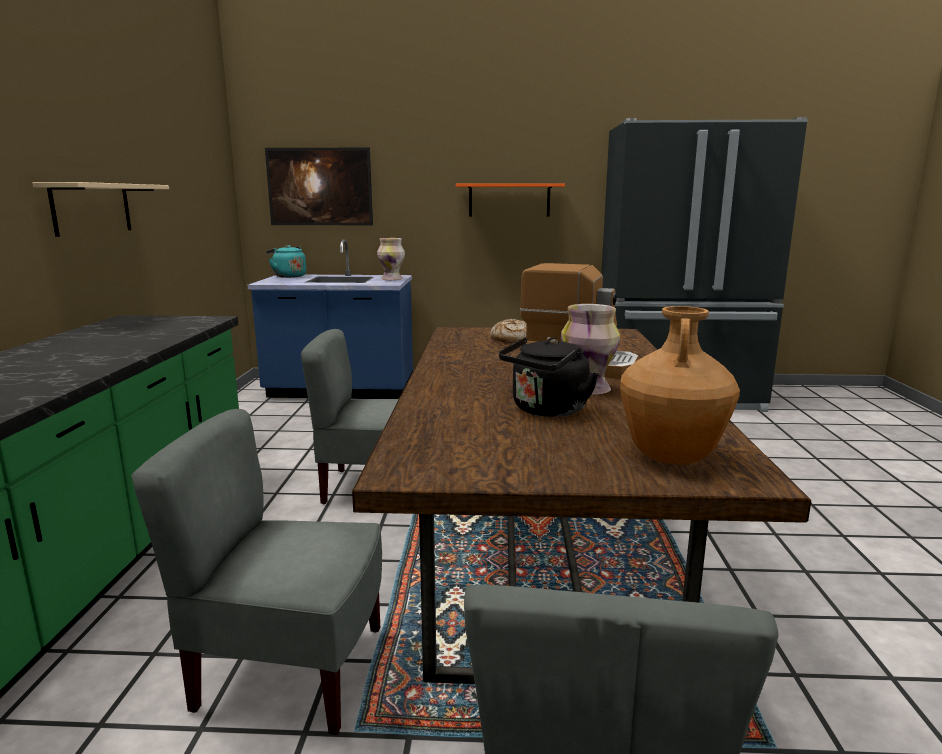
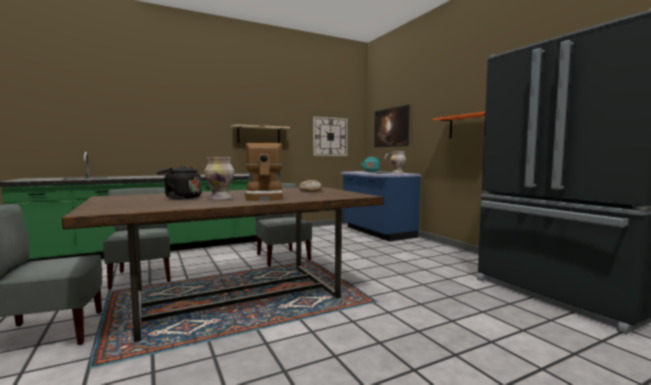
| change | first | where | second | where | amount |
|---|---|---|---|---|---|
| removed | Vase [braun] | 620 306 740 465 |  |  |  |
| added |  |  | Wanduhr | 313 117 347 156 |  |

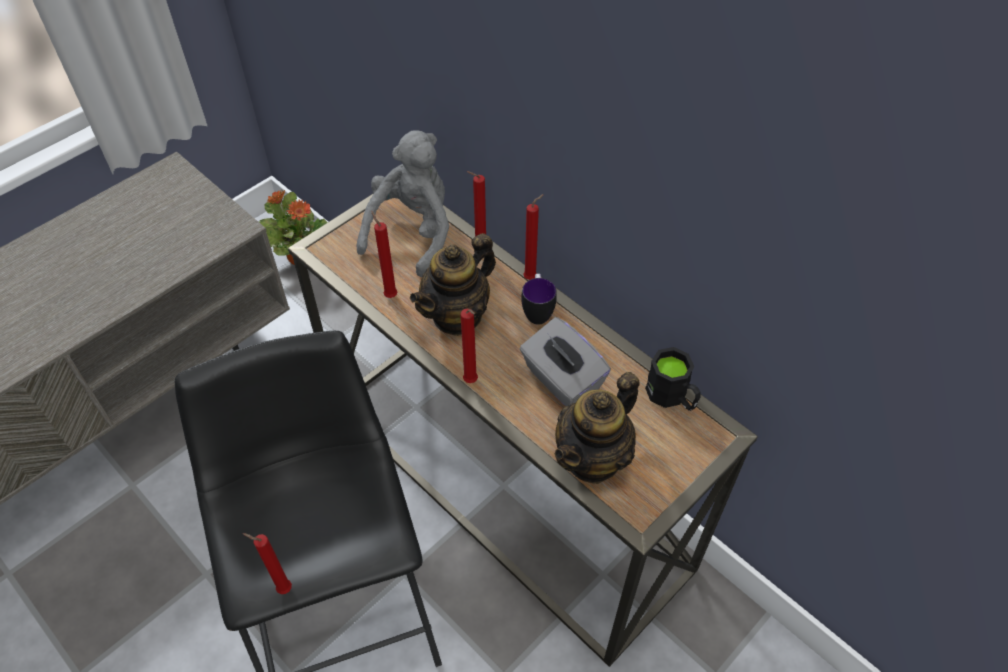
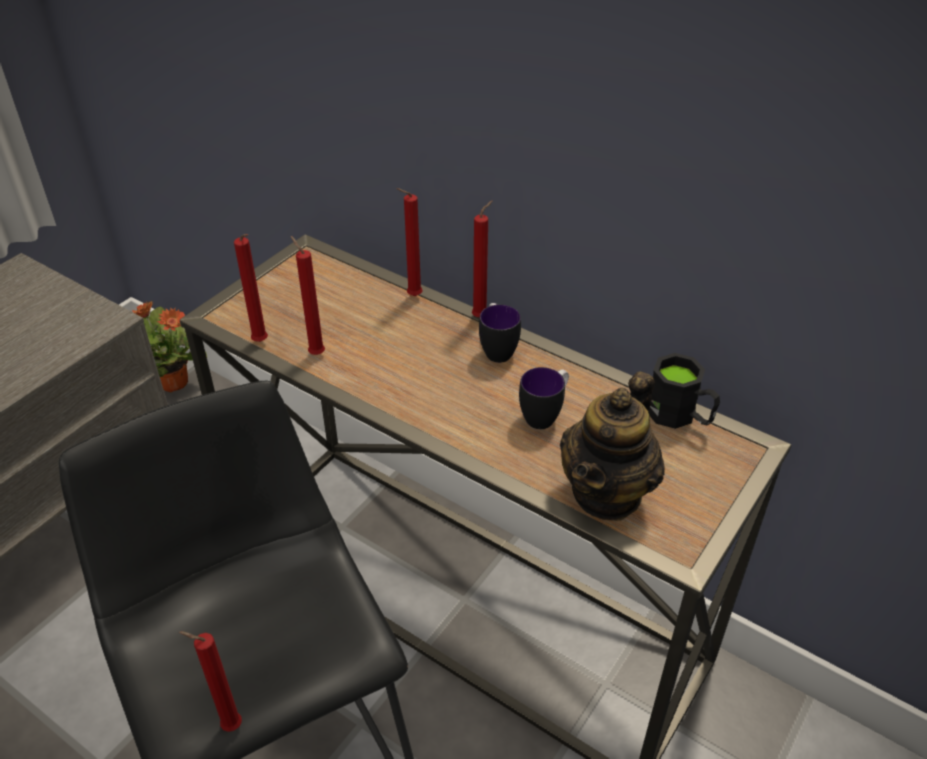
| change | first | where | second | where | amount |
|---|---|---|---|---|---|
| removed | Plüschtier [grau] | 357 130 449 277 |  |  |  |
| removed | Teekanne | 410 233 496 336 |  |  |  |
| moved | Kerze [rot] | 460 309 478 383 |  | 234 234 268 342 |  |
| replaced | Taschentuchbox [grau] | 520 317 611 406 | Henkelbecher | 519 367 569 429 |  |

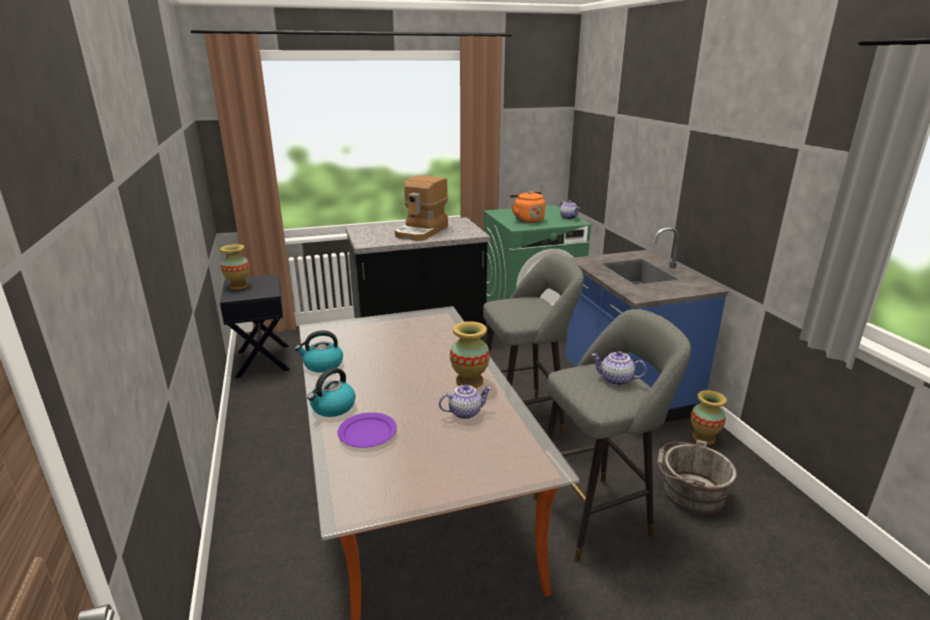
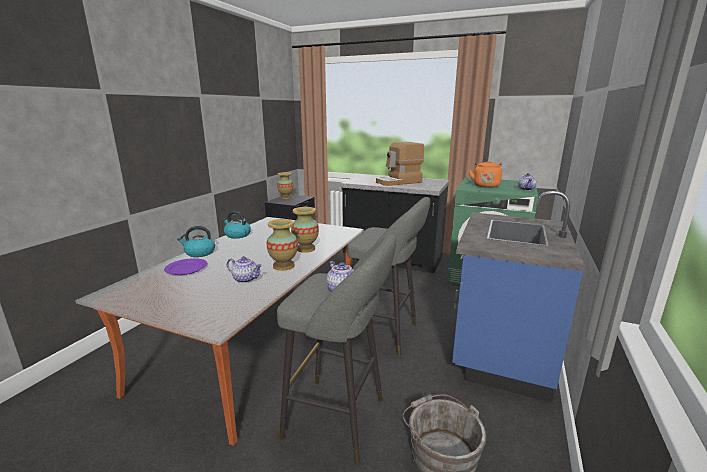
| change | first | where | second | where | amount |
|---|---|---|---|---|---|
| moved | Vase | 691 390 727 445 |  | 291 207 319 253 |  |

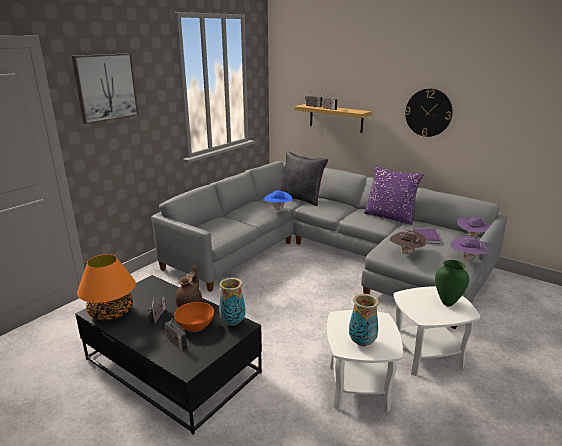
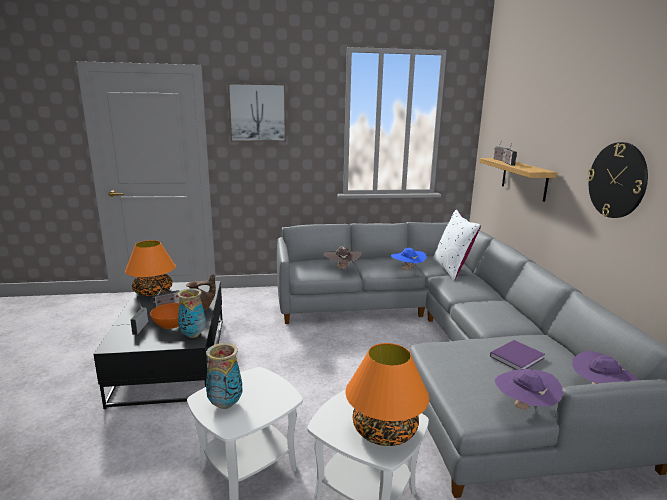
| change | first | where | second | where | amount |
|---|---|---|---|---|---|
| recoloured | Kissen [schwarz] | 279 151 328 206 | Kissen [weiß] | 433 210 481 280 |  |
| removed | Kissen [lila] | 364 165 424 225 |  |  |  |
| moved | Hut [braun] | 390 230 426 254 |  | 324 247 362 269 |  |
| replaced | Vase [grün] | 435 260 469 307 | Tischlampe [orange] | 346 343 429 446 |  |

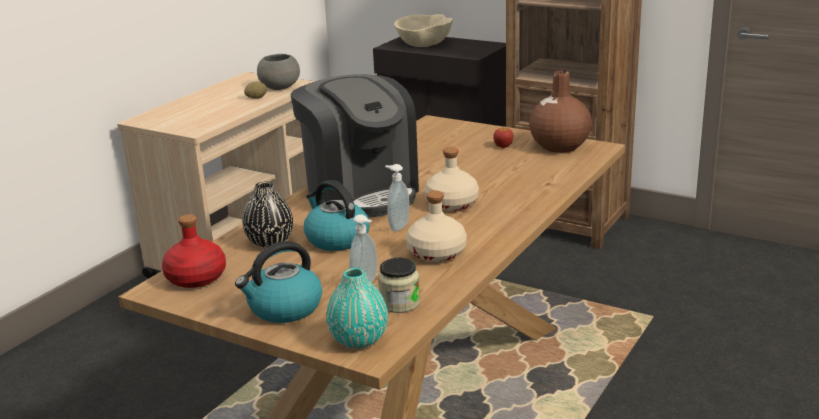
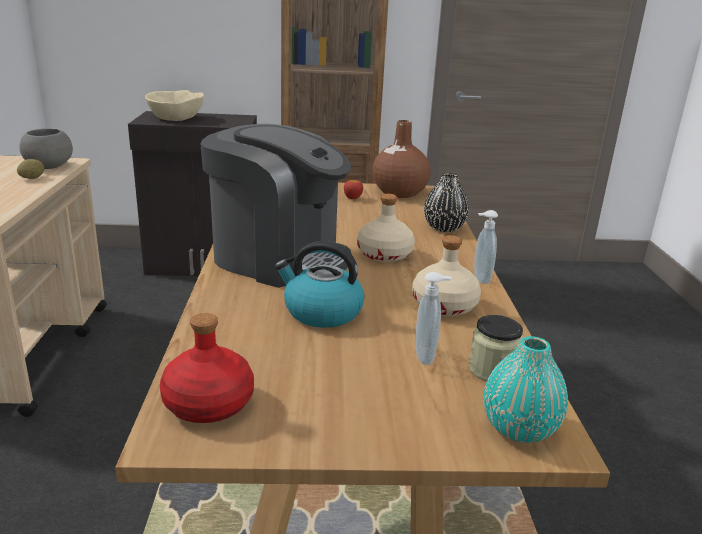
| change | first | where | second | where | amount |
|---|---|---|---|---|---|
| removed | Wasserkessel | 235 241 322 323 |  |  |  |
| moved | Vase [schwarz] | 242 182 293 248 |  | 424 173 469 232 |  |
| moved | Seifenspender | 385 164 409 231 |  | 474 210 498 284 |  |

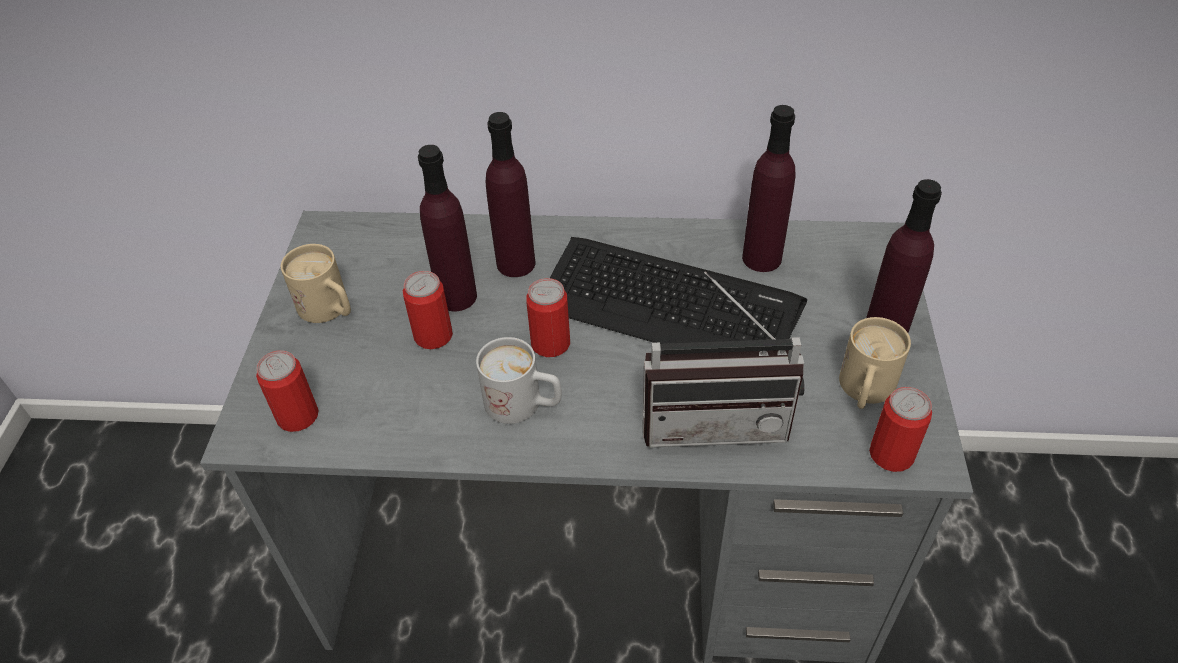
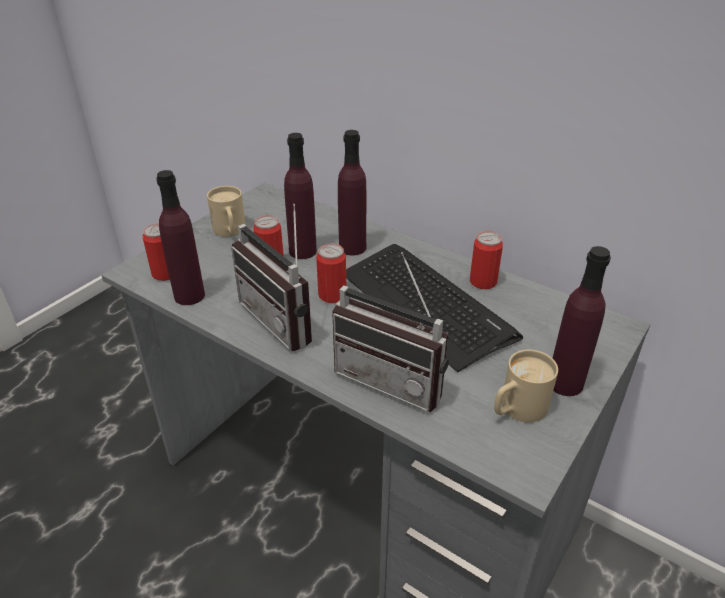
| change | first | where | second | where | amount |
|---|---|---|---|---|---|
| replaced | Henkelbecher [weiß] | 476 337 562 424 | Radio | 231 204 312 351 |  |
| moved | Flasche [lila] | 742 105 795 272 |  | 156 170 205 305 |  |
| moved | Dose | 869 387 932 472 |  | 470 231 503 289 |  |

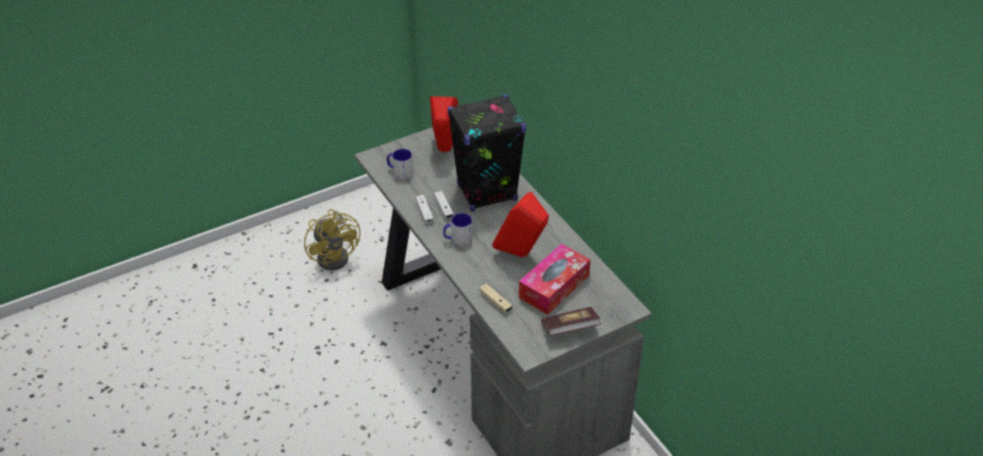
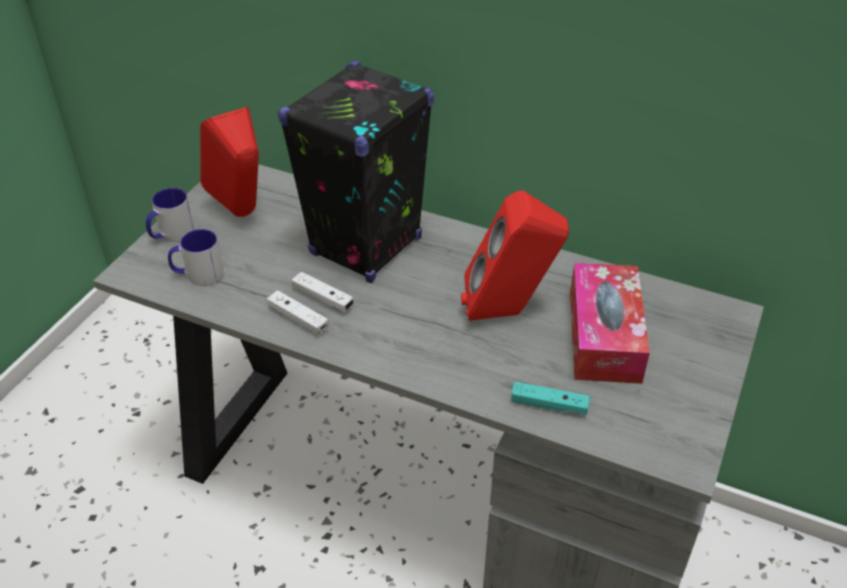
| change | first | where | second | where | amount |
|---|---|---|---|---|---|
| removed | Ventilator [gelb] | 304 209 360 271 |  |  |  |
| moved | Henkelbecher | 443 213 473 246 |  | 146 188 194 242 |  |
| recoloured | Gamepad [beige] | 479 284 512 313 | Gamepad [türkis] | 511 381 590 414 |  |
| removed | Buch | 541 307 601 336 |  |  |  |

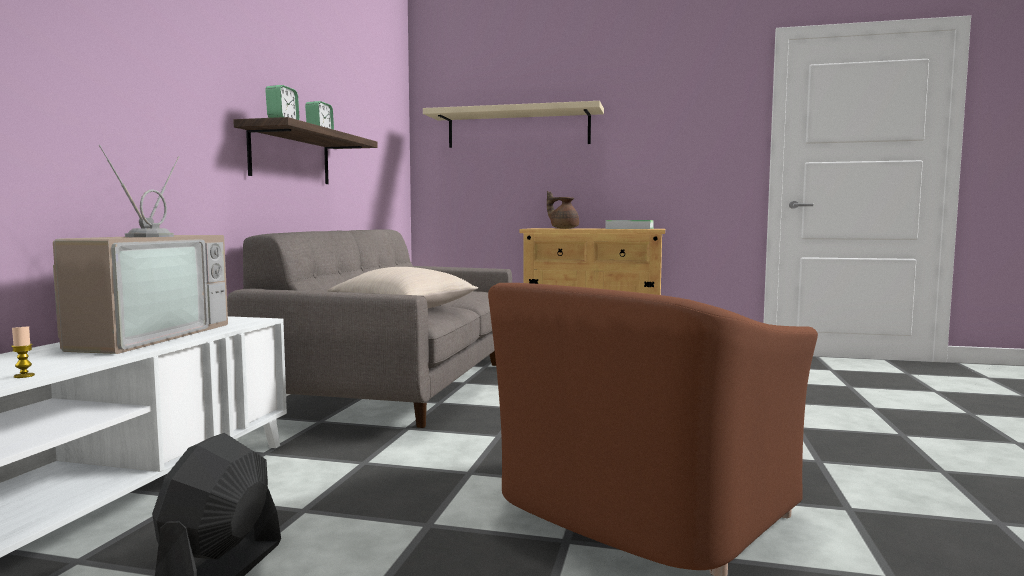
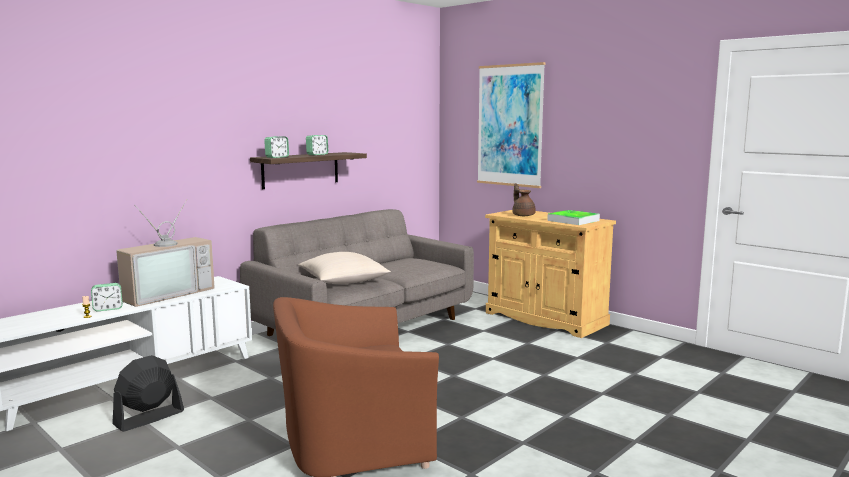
| change | first | where | second | where | amount |
|---|---|---|---|---|---|
| replaced | Wandregal [beige] | 423 101 604 148 | Bild | 477 62 545 188 |  |
| added |  |  | Wecker | 91 283 123 312 |  |

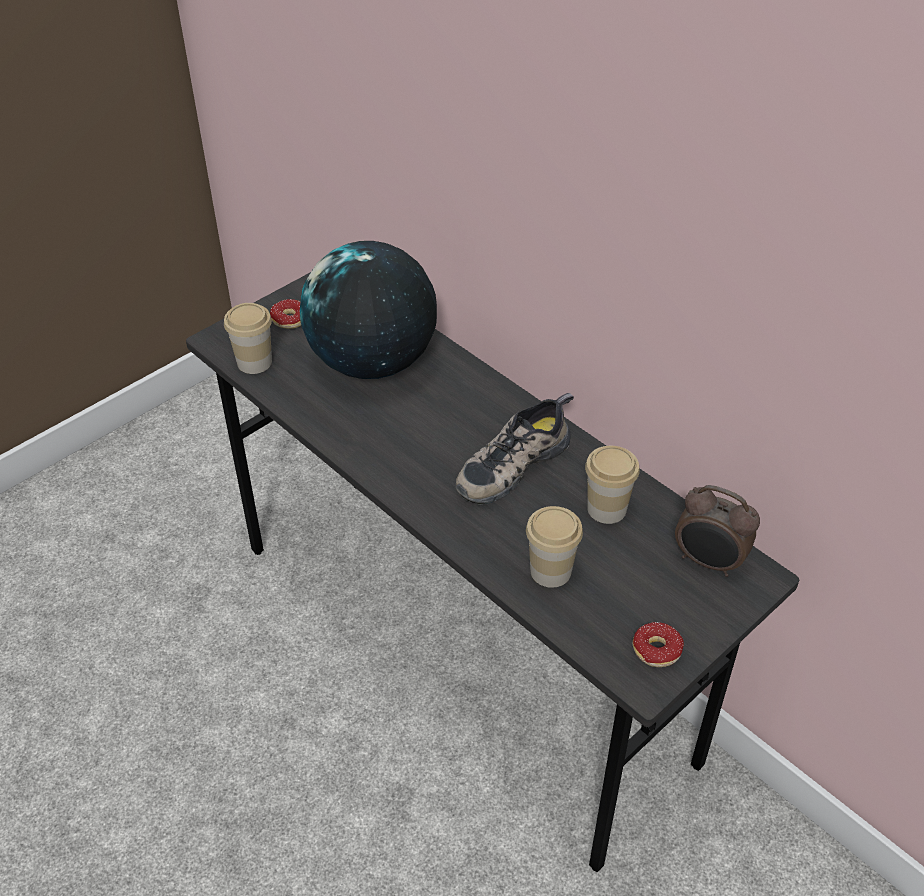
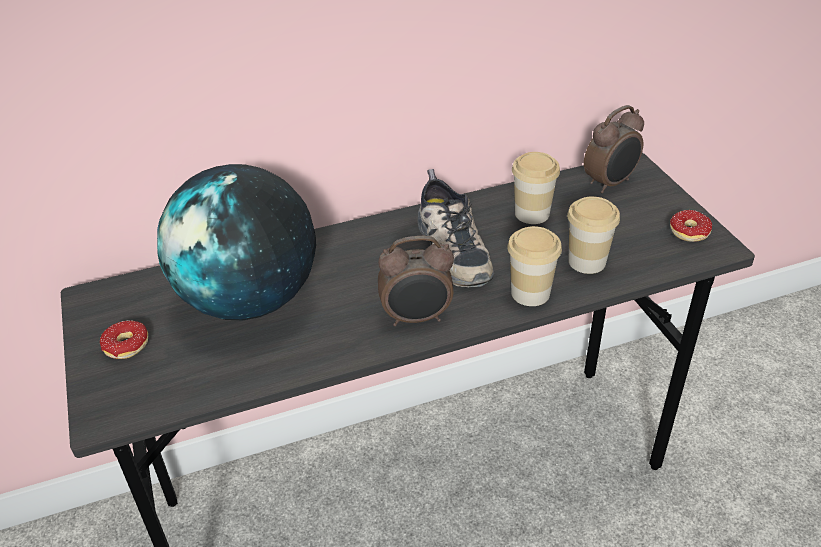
| change | first | where | second | where | amount |
|---|---|---|---|---|---|
| moved | Tasse | 224 303 272 374 |  | 507 226 562 306 |  |
| added |  |  | Wecker | 378 236 454 326 |  |

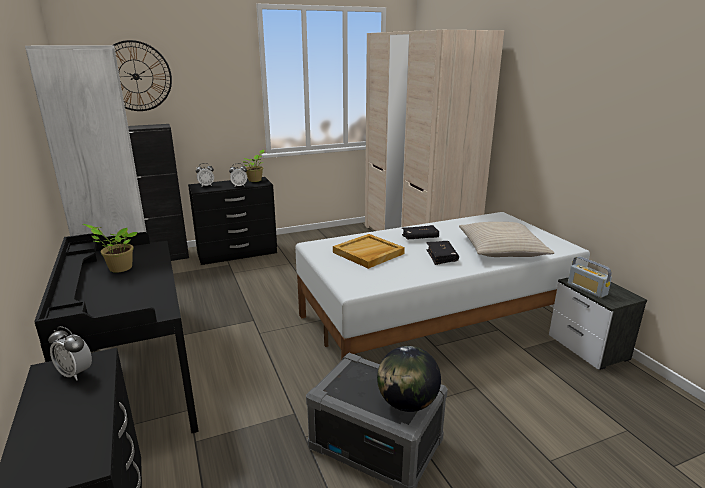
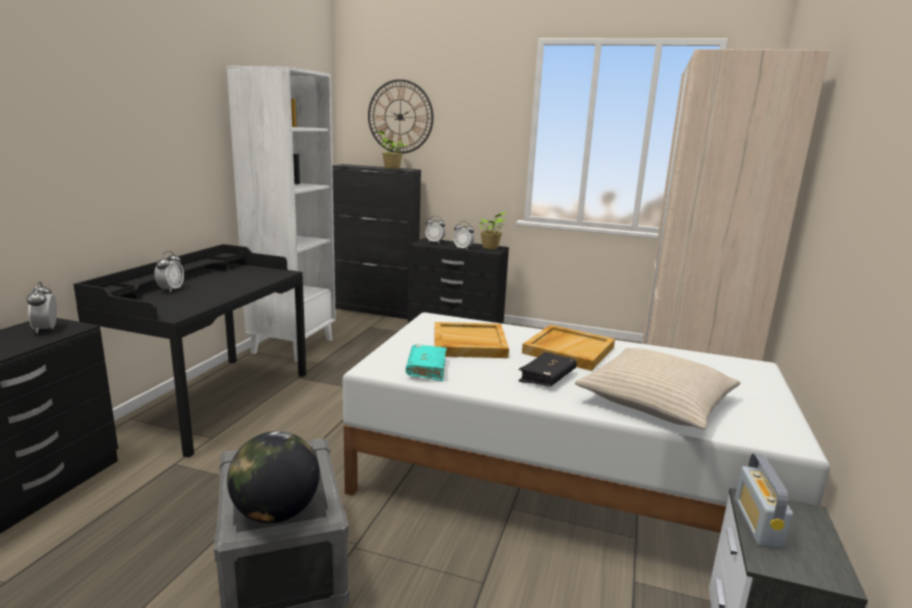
| change | first | where | second | where | amount |
|---|---|---|---|---|---|
| moved | Topfpflanze | 83 224 137 273 |  | 378 131 407 169 |  |
| replaced | Buch [schwarz] | 402 225 439 239 | Tablett [beige] | 522 325 615 371 |  |
| added |  |  | Wecker | 154 251 184 292 |  |
| added |  |  | Buch [türkis] | 406 344 447 381 |  |

